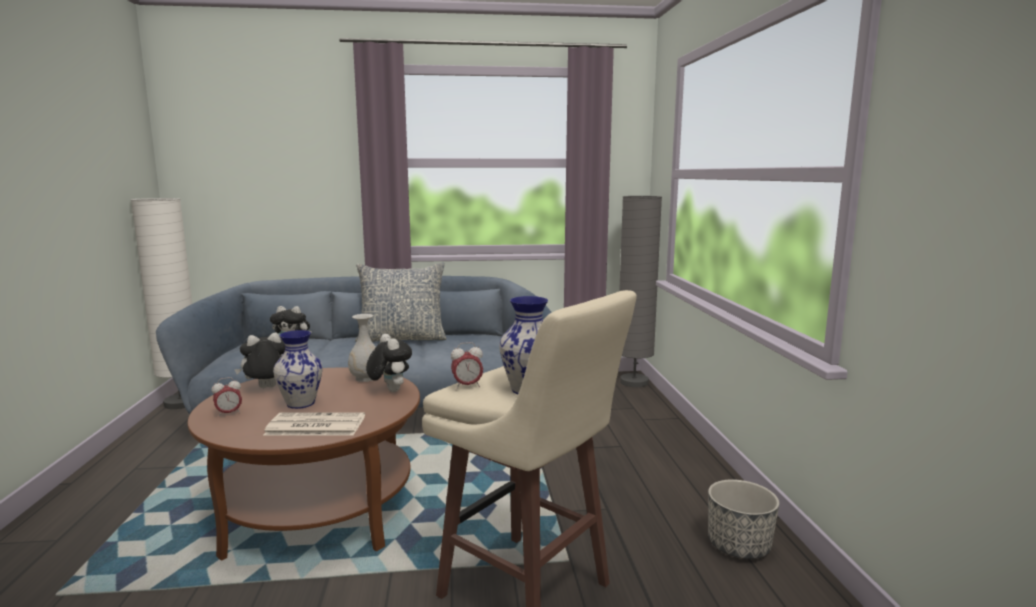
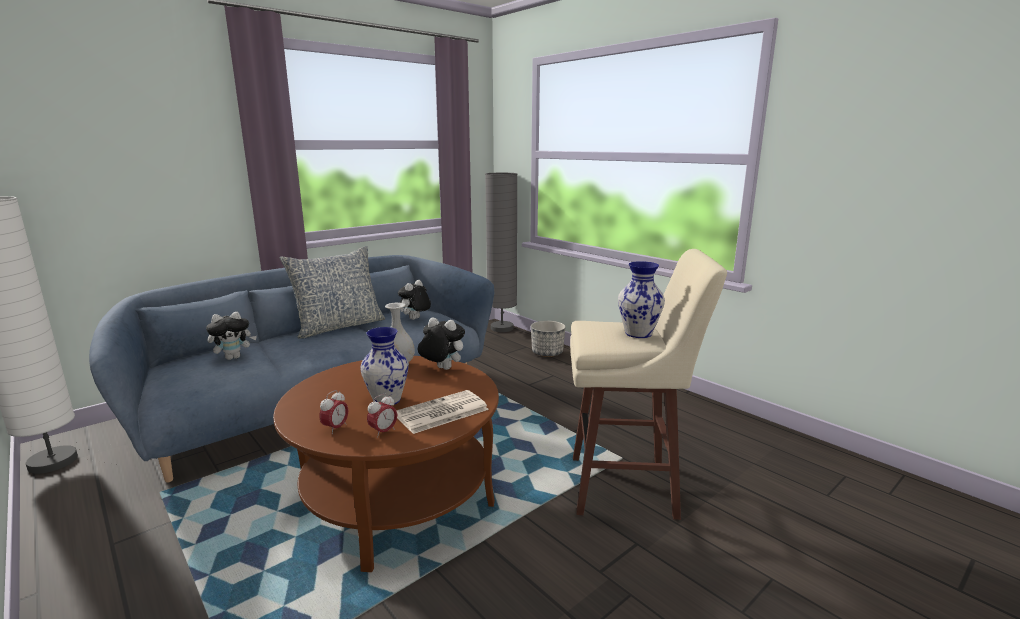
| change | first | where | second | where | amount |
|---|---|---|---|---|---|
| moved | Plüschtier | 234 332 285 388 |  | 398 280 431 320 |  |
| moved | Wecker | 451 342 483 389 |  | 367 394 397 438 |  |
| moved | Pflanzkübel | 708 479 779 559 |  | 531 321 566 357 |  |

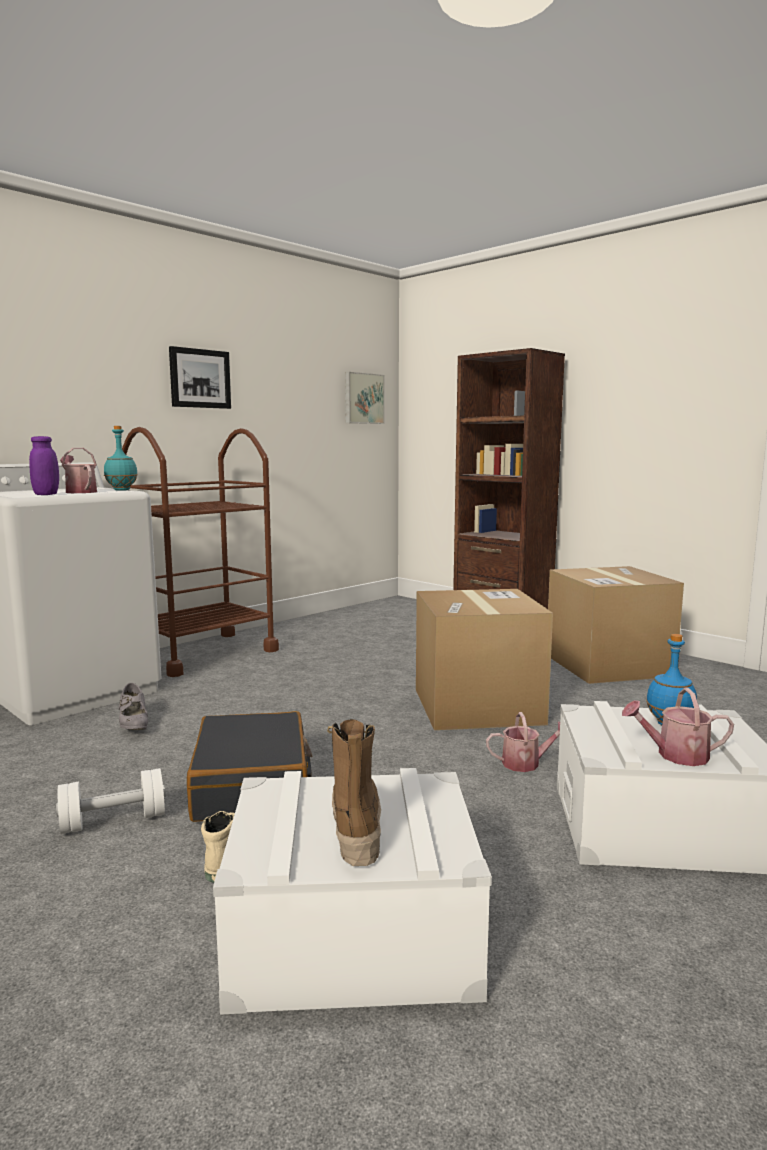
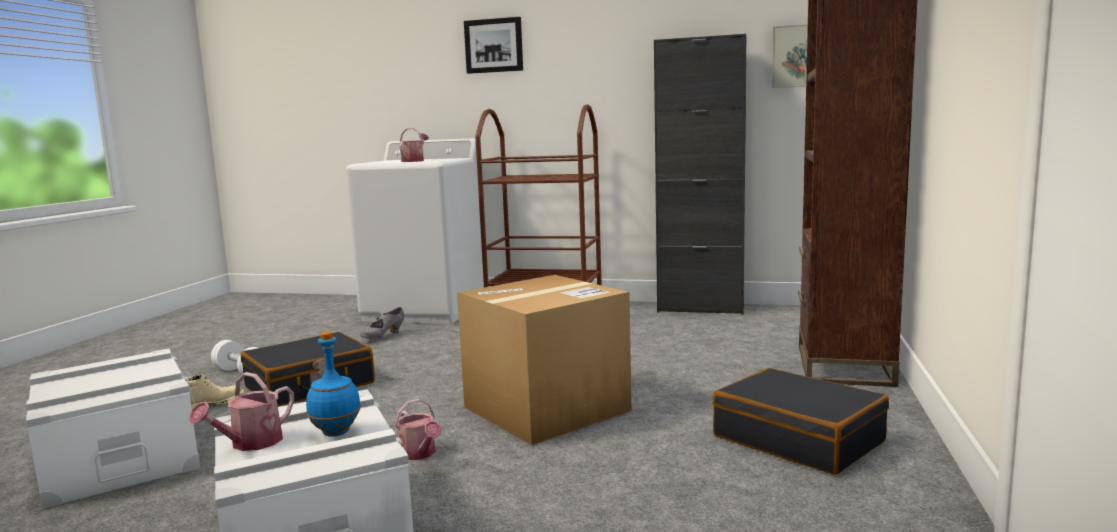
| change | first | where | second | where | amount |
|---|---|---|---|---|---|
| removed | Vorratsglas [lila] | 29 436 59 495 |  |  |  |
| removed | Flasche [türkis] | 104 426 138 491 |  |  |  |
| moved | Bild | 169 346 231 409 |  | 464 17 523 74 |  |
| removed | Stiefel | 327 719 381 866 |  |  |  |
| replaced | Karton | 548 566 684 684 | Koffer [schwarz] | 713 368 889 475 |  |
| turned | Gießkanne | 622 688 734 766 |  | 189 372 294 451 | 120 degrees counterclockwise |
| added |  |  | Schrank [schwarz] | 654 34 746 315 |  |

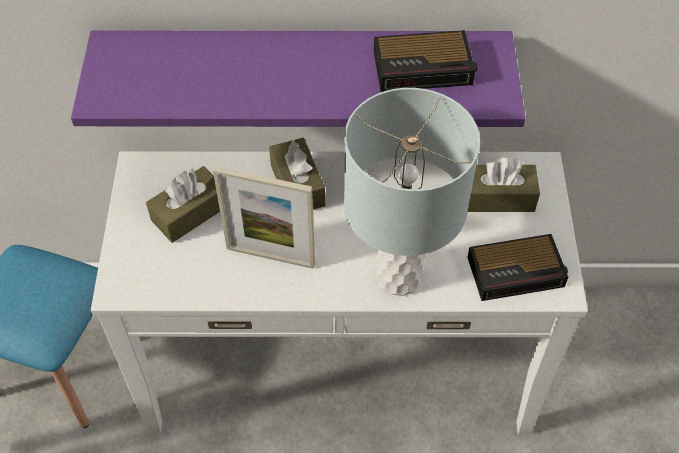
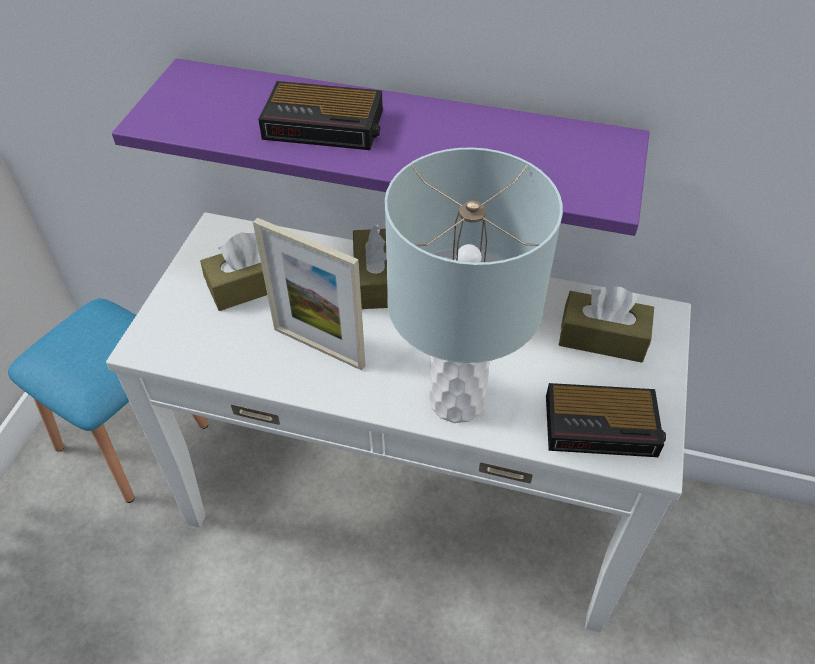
| change | first | where | second | where | amount |
|---|---|---|---|---|---|
| moved | Wecker | 374 30 477 92 |  | 258 81 383 150 |  |

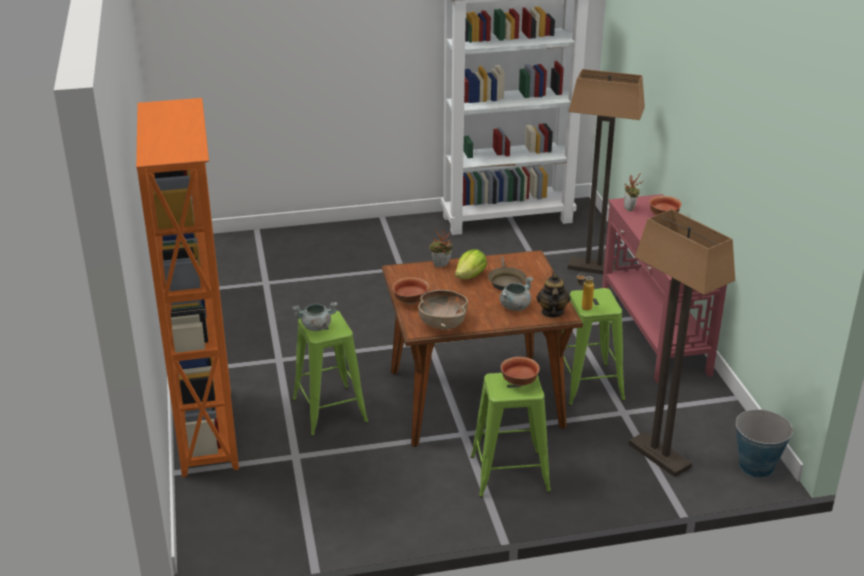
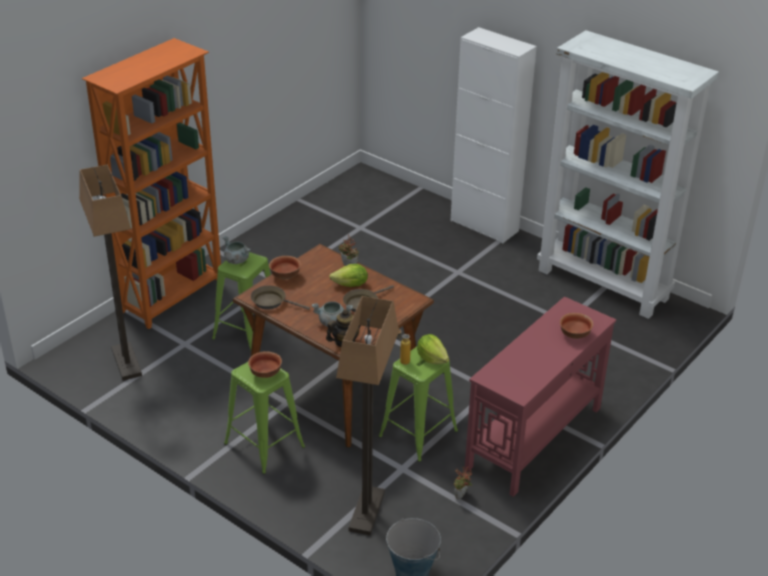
| change | first | where | second | where | amount |
|---|---|---|---|---|---|
| replaced | Schüssel [braun] | 418 290 468 329 | Pfanne [braun] | 251 285 310 310 |  |
| moved | Stehlampe | 568 69 645 274 |  | 79 165 142 380 |  |
| moved | Topfpflanze | 624 173 643 212 |  | 454 466 472 499 |  |
| added |  |  | Salatkopf | 417 334 450 364 |  |
| added |  |  | Schrank [weiß] | 451 27 537 243 |  |

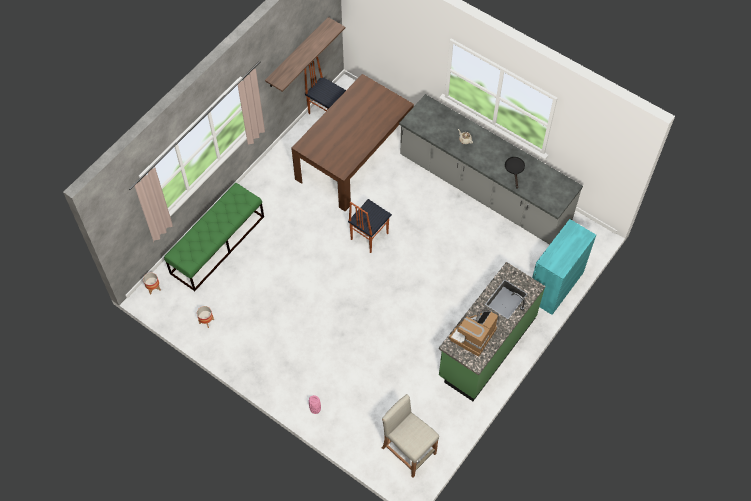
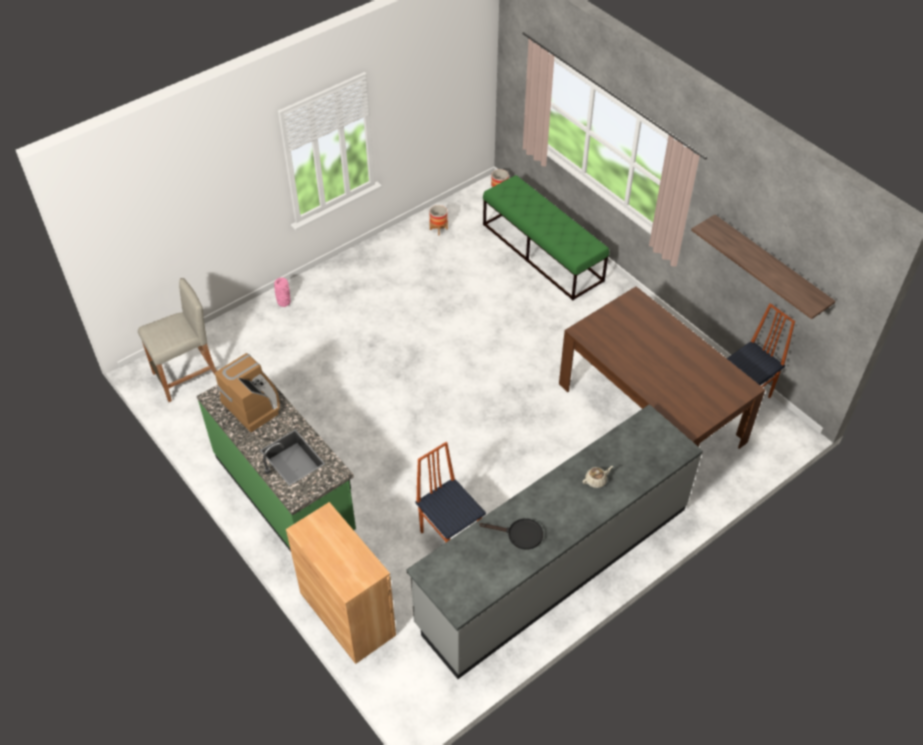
| change | first | where | second | where | amount |
|---|---|---|---|---|---|
| moved | Stuhl | 348 199 392 253 |  | 415 442 486 543 |  |
| recoloured | Schrank [türkis] | 532 219 596 315 | Schrank [braun] | 286 502 396 664 |  |

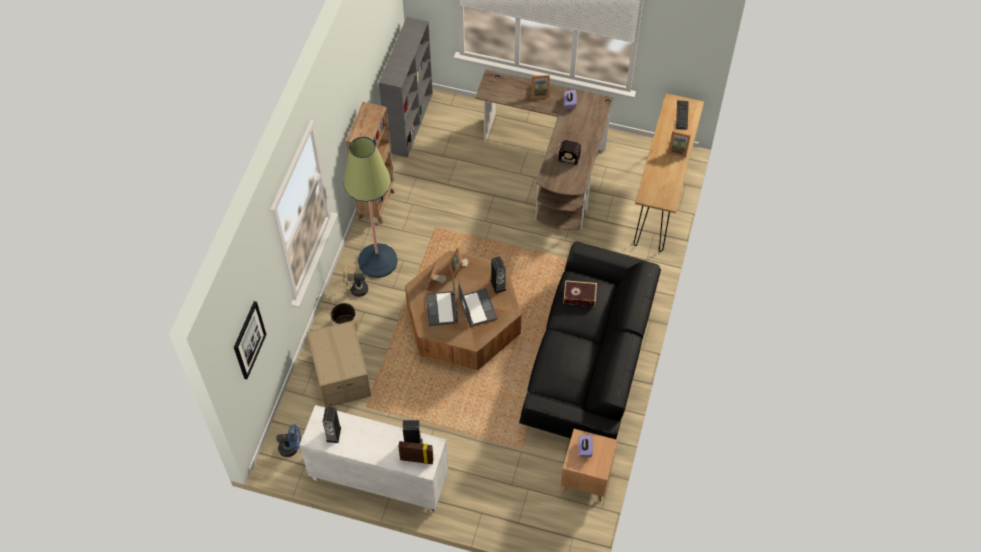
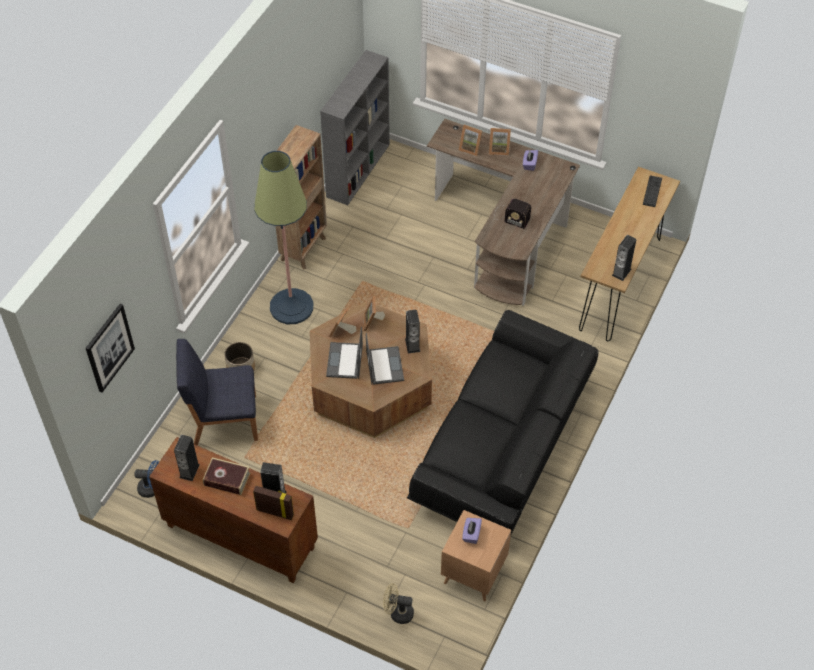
| change | first | where | second | where | amount |
|---|---|---|---|---|---|
| recoloured | Schrank [weiß] | 299 405 448 513 | Schrank [braun] | 149 437 318 583 |  |
| replaced | Karton | 307 321 371 407 | Stuhl [blau] | 176 339 258 446 |  |
| moved | Ventilator [beige] | 342 265 368 297 |  | 383 583 414 624 |  |
| moved | Buch | 563 280 597 306 |  | 203 457 250 495 |  |
| moved | Bilderrahmen | 668 131 691 158 |  | 459 125 482 157 |  |
| added |  |  | Lautsprecher | 612 235 636 281 |  |

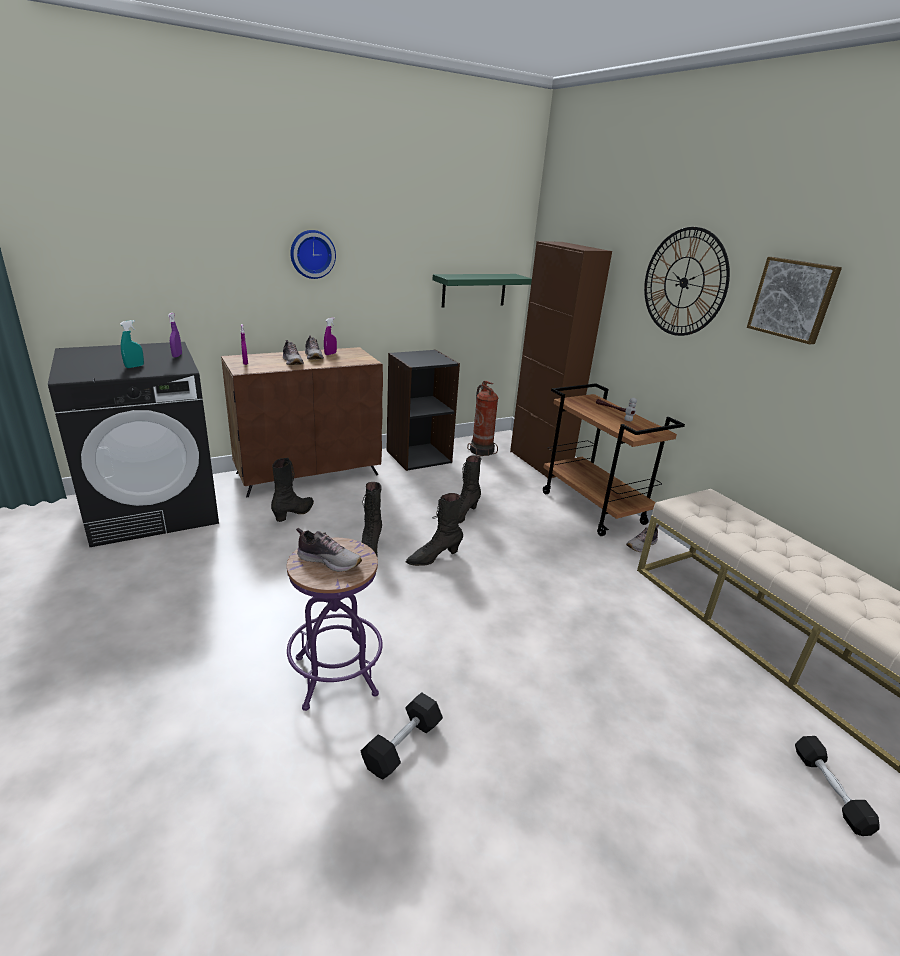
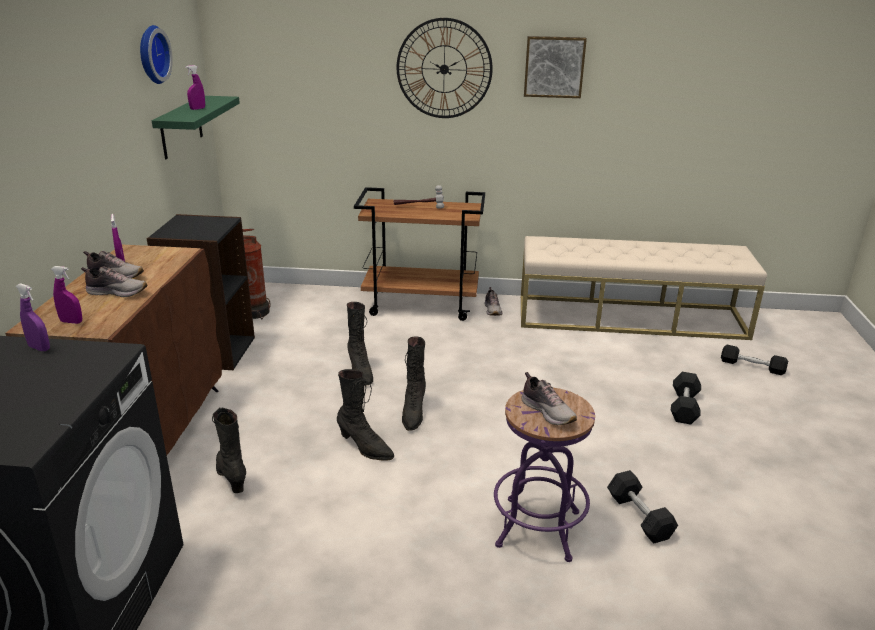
| change | first | where | second | where | amount |
|---|---|---|---|---|---|
| removed | Sprühflasche [türkis] | 120 320 144 368 |  |  |  |
| moved | Wanduhr | 290 230 336 279 |  | 140 25 173 84 |  |
| turned | Schuh | 296 528 362 572 |  | 522 372 577 425 | 90 degrees clockwise |
| removed | Schrank [braun] | 510 241 612 479 |  |  |  |
| added |  |  | Sprühflasche [lila] | 186 65 205 110 |  |
| added |  |  | Hantel [schwarz] | 671 372 701 425 |  |

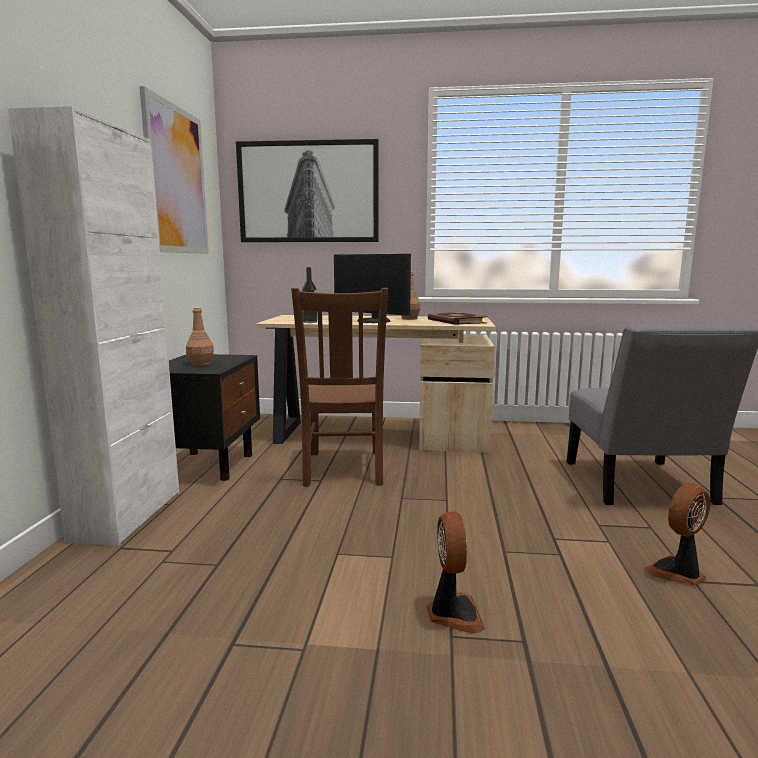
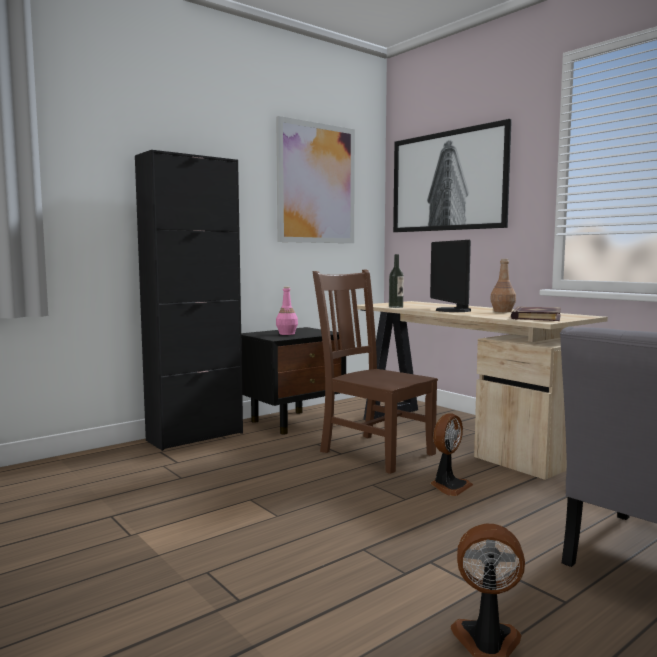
| change | first | where | second | where | amount |
|---|---|---|---|---|---|
| recoloured | Schrank [weiß] | 8 106 179 546 | Schrank [schwarz] | 135 150 243 451 |  |
| recoloured | Flasche [braun] | 186 307 214 366 | Flasche [rosa] | 276 287 298 335 |  |
| turned | Stuhl [braun] | 291 288 388 487 |  | 313 270 438 474 | 90 degrees clockwise |
| moved | Ventilator | 426 511 485 633 |  | 430 413 473 496 |  |

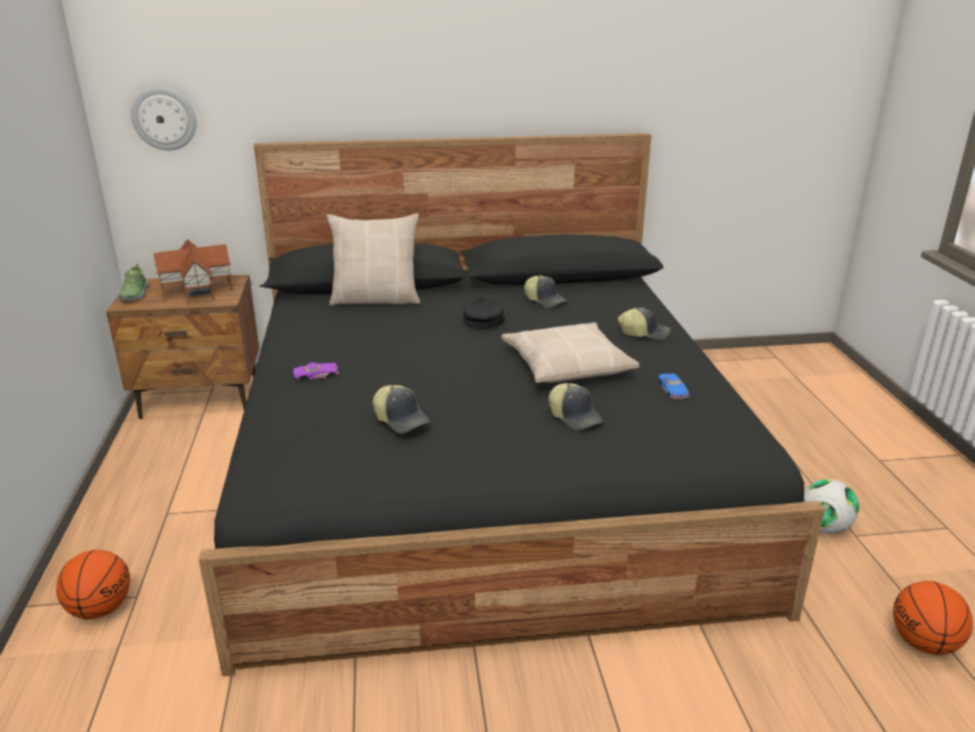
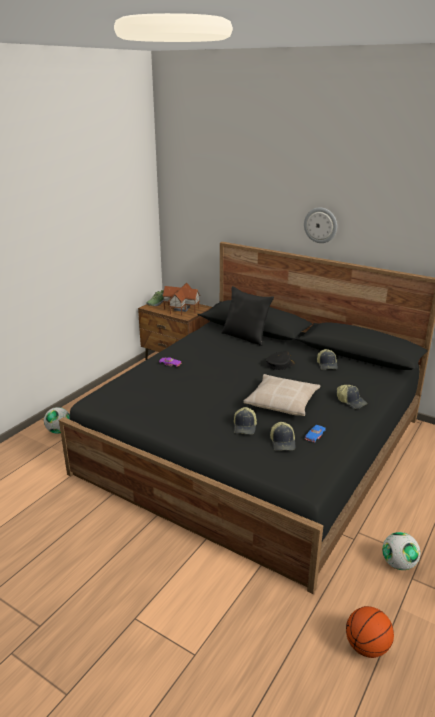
| change | first | where | second | where | amount |
|---|---|---|---|---|---|
| replaced | Basketball | 56 550 130 619 | Fußball | 44 407 70 434 |  |
| moved | Wanduhr | 131 87 196 150 |  | 304 207 337 243 |  |
| recoloured | Kissen [beige] | 327 213 420 306 | Kissen [schwarz] | 221 286 274 346 |  |
| moved | Kappe | 373 385 430 434 |  | 270 422 295 451 |  |

